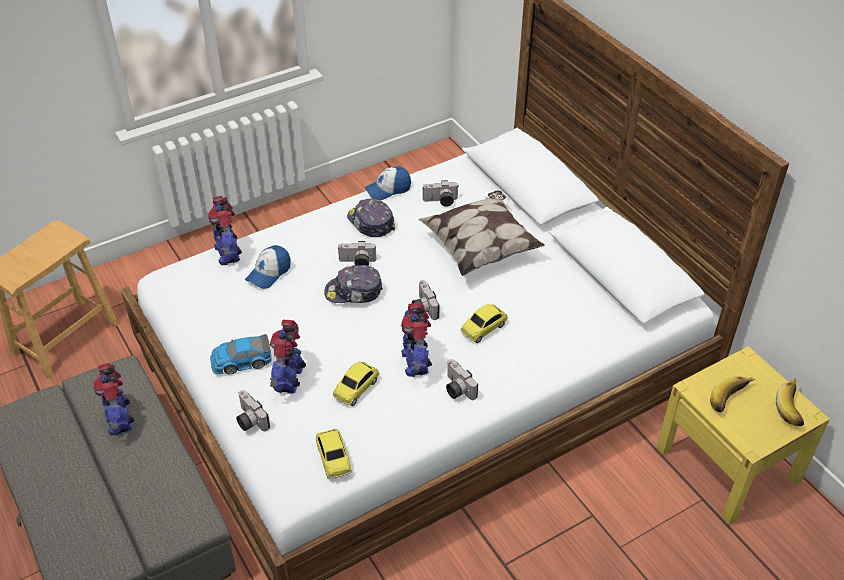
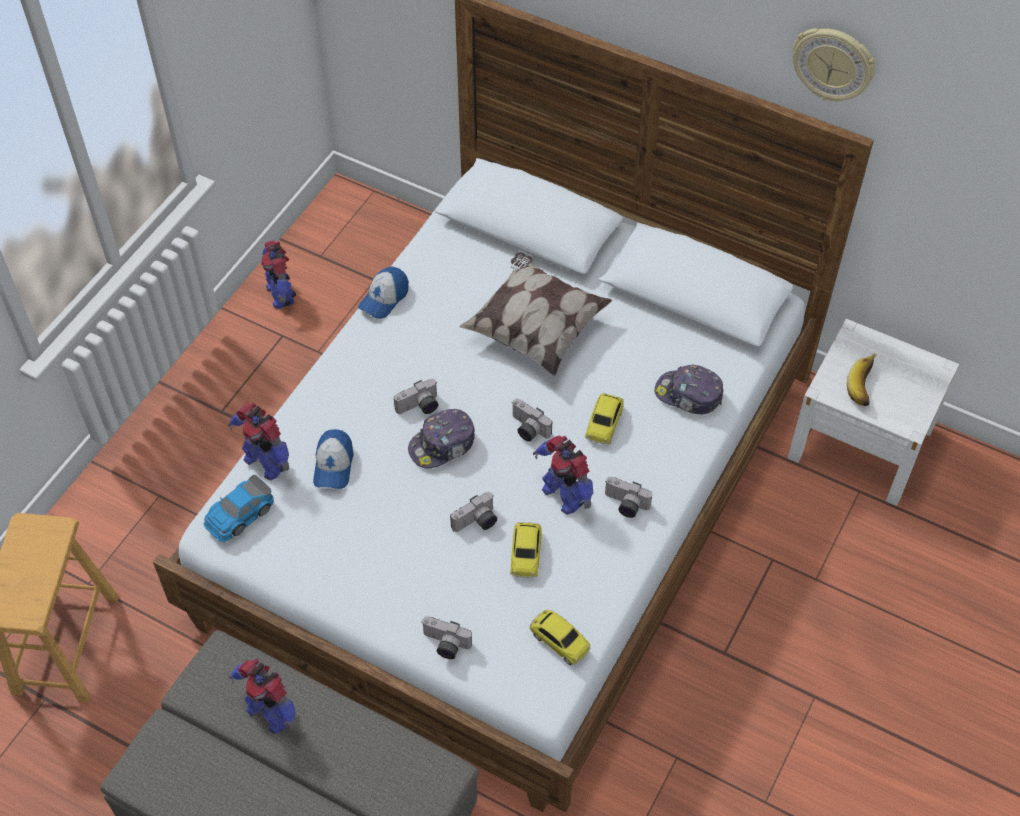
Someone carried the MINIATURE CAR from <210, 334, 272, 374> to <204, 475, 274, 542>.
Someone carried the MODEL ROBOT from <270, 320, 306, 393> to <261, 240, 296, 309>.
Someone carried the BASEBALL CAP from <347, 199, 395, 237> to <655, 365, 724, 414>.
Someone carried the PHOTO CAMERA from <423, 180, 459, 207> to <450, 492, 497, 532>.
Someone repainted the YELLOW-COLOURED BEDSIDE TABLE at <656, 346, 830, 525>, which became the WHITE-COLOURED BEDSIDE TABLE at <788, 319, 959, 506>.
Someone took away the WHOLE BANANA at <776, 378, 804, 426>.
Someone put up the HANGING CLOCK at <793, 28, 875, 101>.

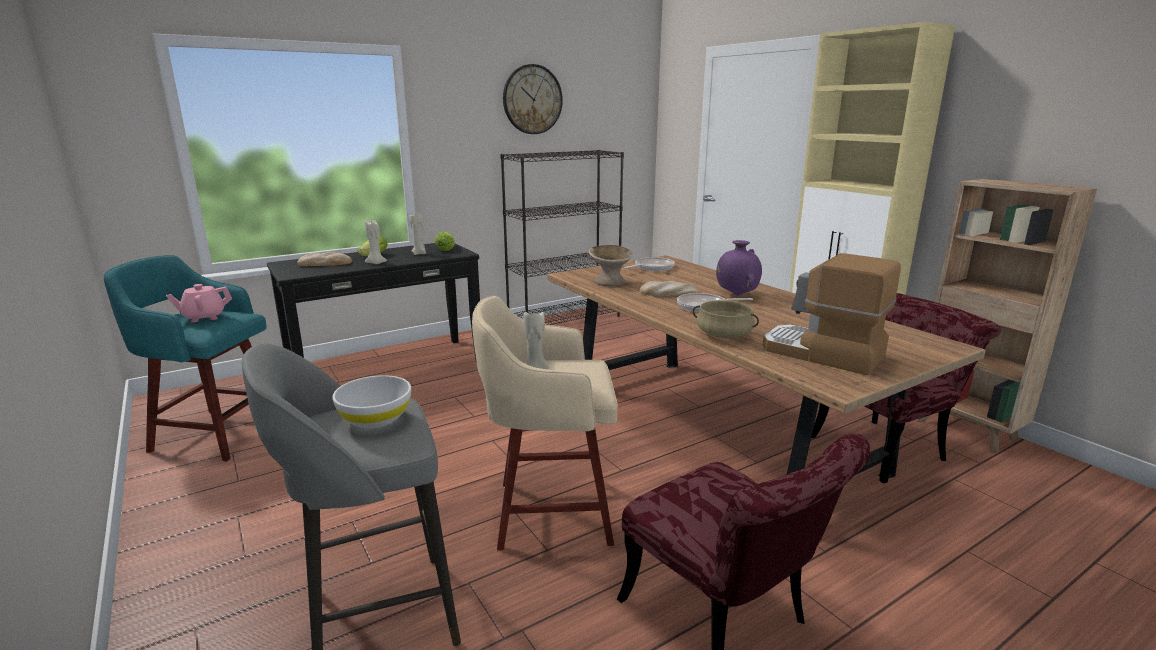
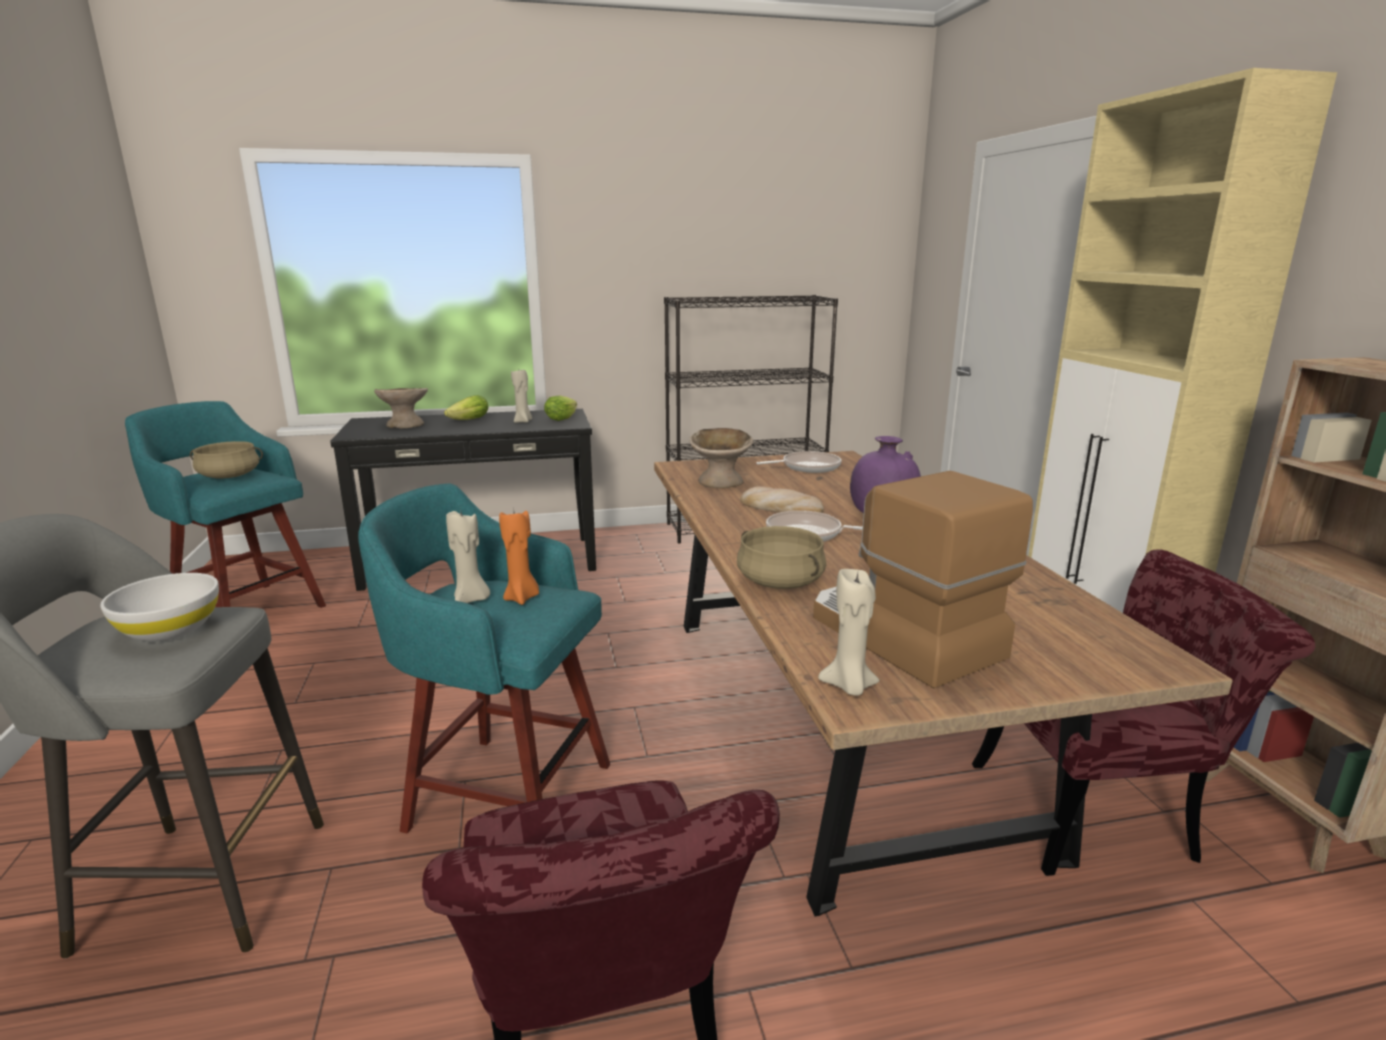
Someone swapped the PINK-COLOURED TEAPOT at <166, 284, 232, 323> for the BEIGE COOKING POT at <190, 441, 263, 479>.
Someone swapped the BREAD at <298, 252, 352, 266> for the BEIGE SERVING BOWL at <374, 388, 428, 429>.
Someone carried the BEIGE WAX CANDLE from <365, 220, 387, 264> to <818, 569, 880, 696>.
Someone repainted the BEIGE STOOL SEAT at <472, 295, 618, 550>, which became the TURQUOISE STOOL SEAT at <358, 484, 610, 833>.
Someone took away the HANGING CLOCK at <503, 64, 563, 134>.
Someone put down the ORANGE-COLOURED WAX CANDLE at <499, 507, 539, 605>.

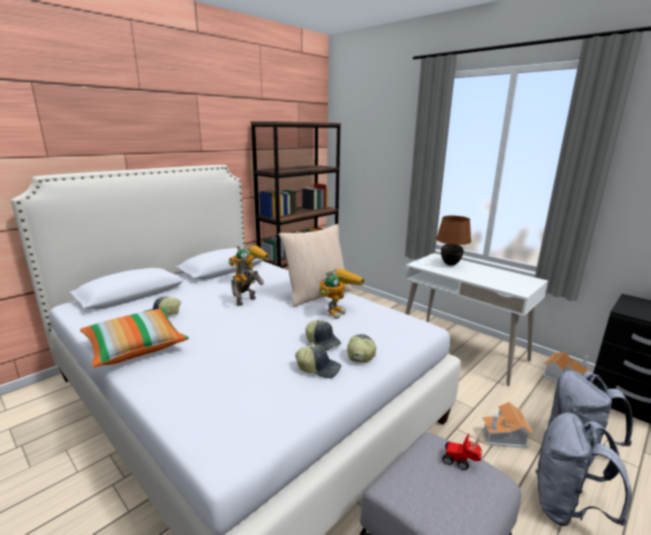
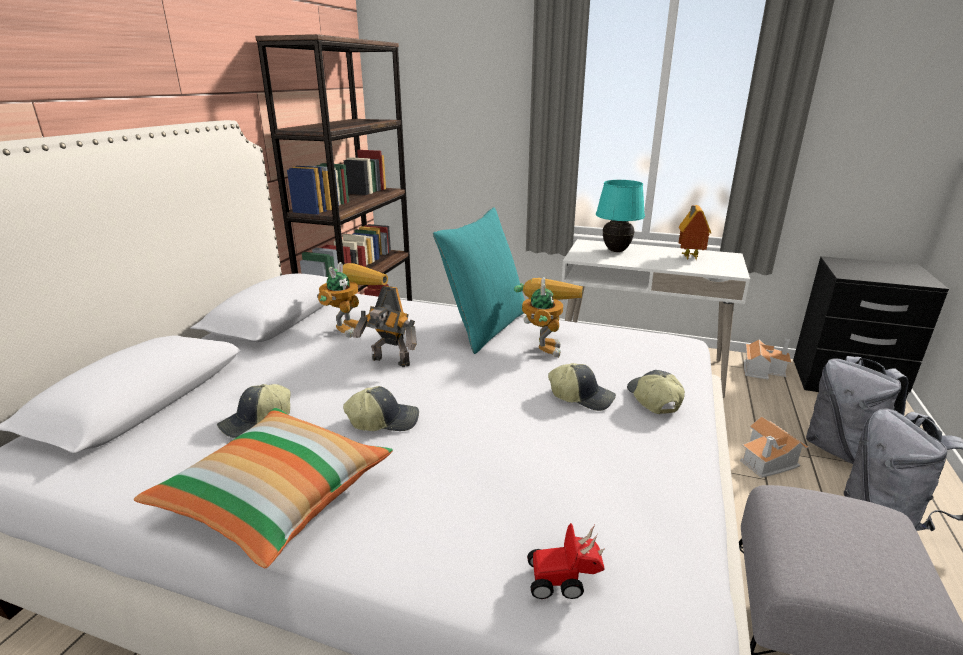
Someone rotated the MODEL ROBOT at <231, 259, 264, 306> by 105 degrees clockwise.
Someone repainted the BEIGE CUSHION at <279, 224, 352, 307>, which became the TURQUOISE CUSHION at <433, 207, 525, 354>.
Someone carried the BASEBALL CAP from <295, 345, 342, 378> to <343, 386, 419, 431>.
Someone repainted the BROWN-COLOURED LAMP FOR A TABLE at <436, 216, 471, 265>, which became the TURQUOISE LAMP FOR A TABLE at <596, 180, 645, 252>.
Someone carried the MINIATURE CAR from <442, 434, 483, 470> to <527, 523, 605, 599>.
Someone put down the TOY HOUSE at <678, 205, 711, 260>.

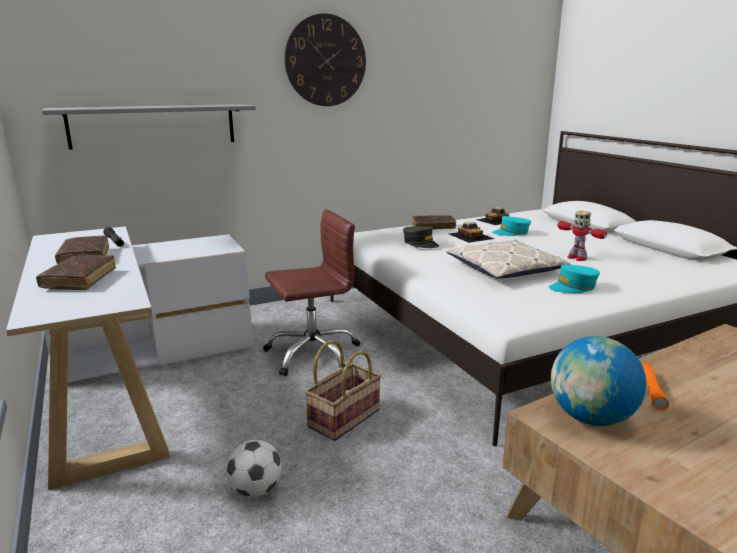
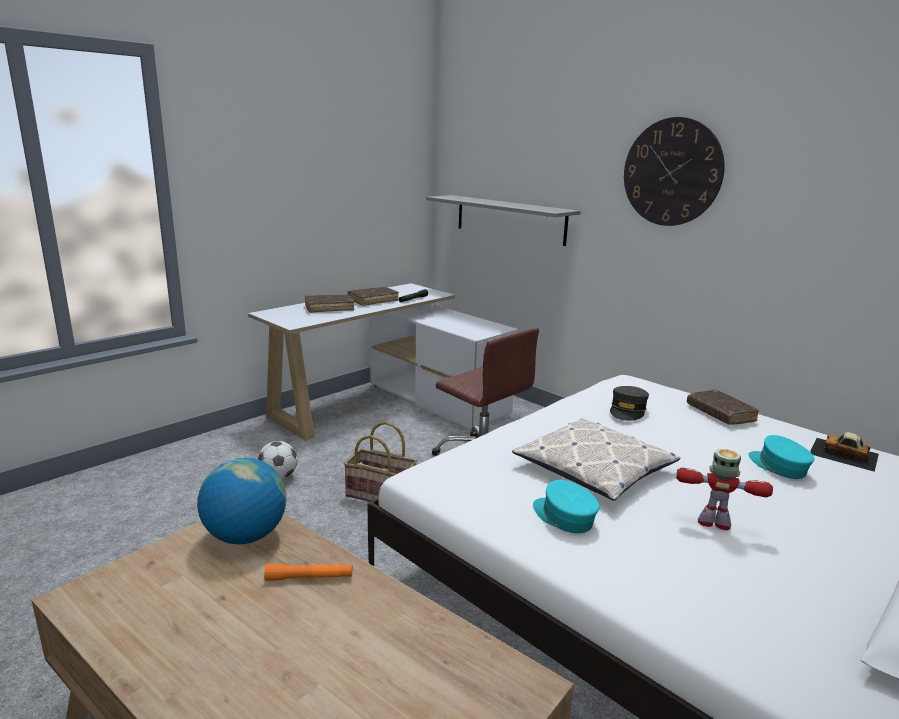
Someone took away the MINIATURE CAR at <449, 222, 494, 243>.
Someone rotated the MODEL ROBOT at <557, 211, 607, 261> by 75 degrees clockwise.

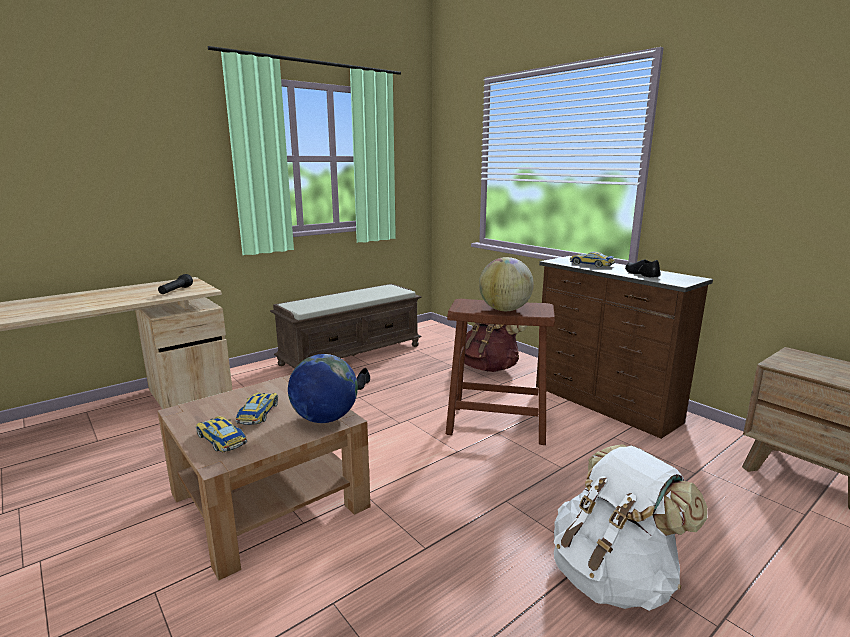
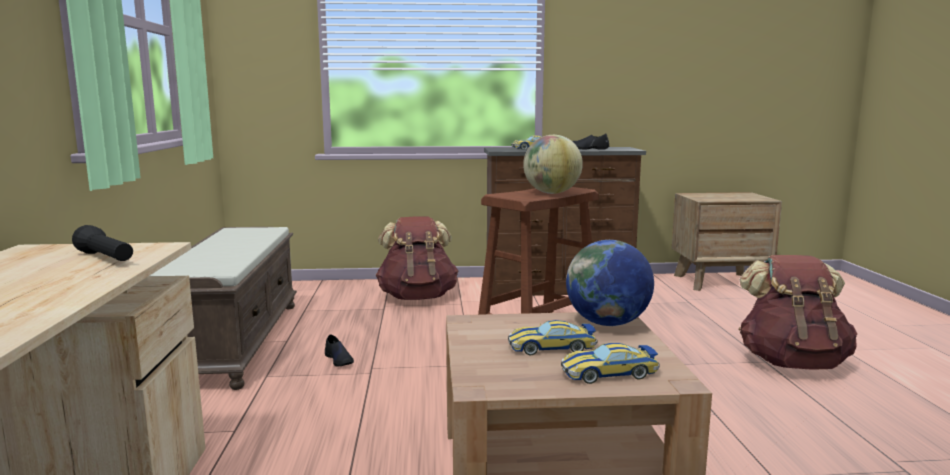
Someone rotated the MINIATURE CAR at <235, 392, 278, 425> by 45 degrees counterclockwise.
Someone repainted the WHITE-COLOURED RUCKSACK at <554, 444, 707, 611>, which became the BROWN-COLOURED RUCKSACK at <739, 255, 857, 370>.

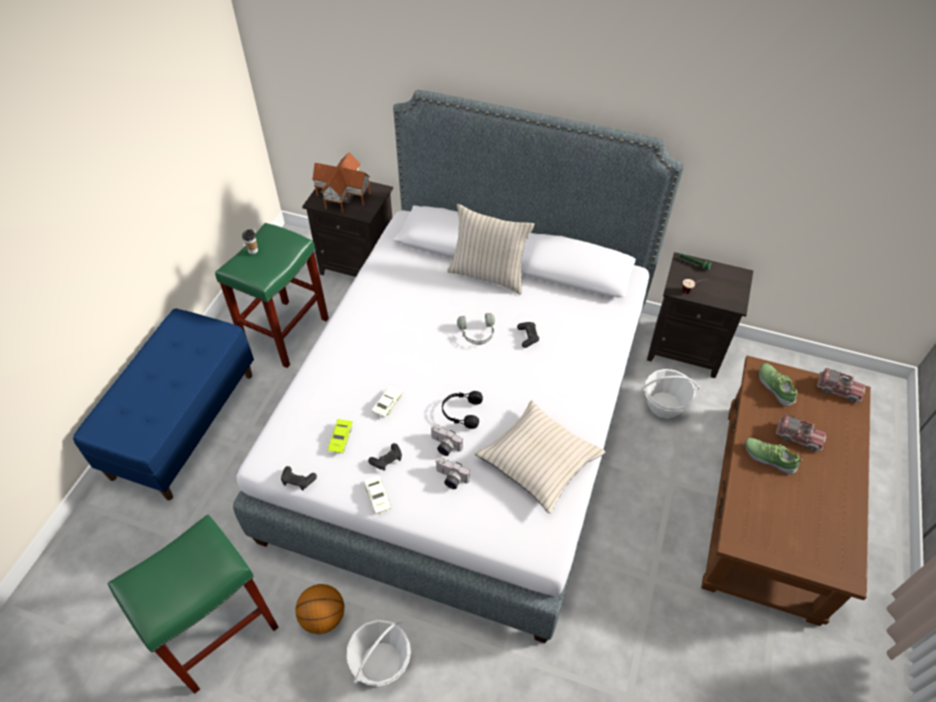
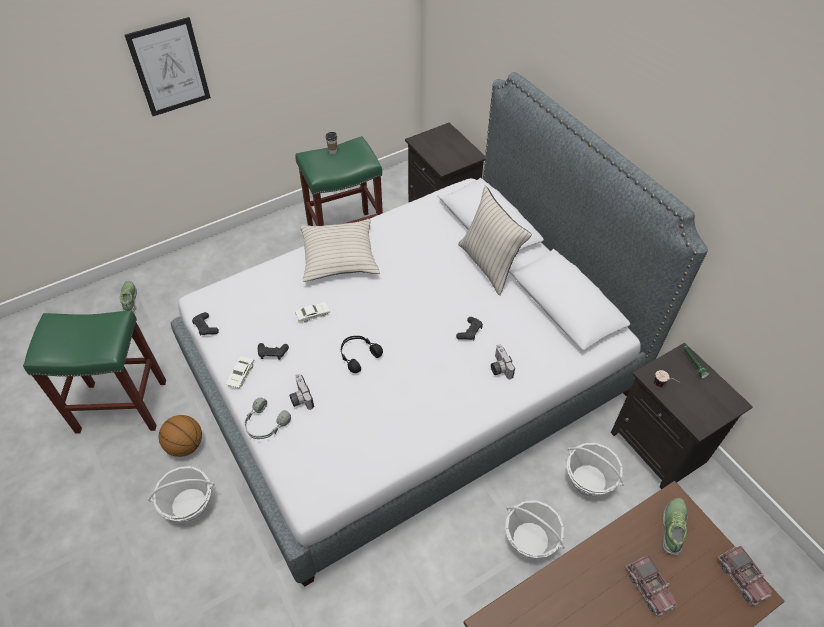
Someone took away the BLUE LONG SEAT at <73, 308, 254, 500>.
Someone took away the TOY HOUSE at <312, 152, 371, 213>.
Someone took away the GREEN-COLOURED MINIATURE CAR at <328, 419, 353, 453>.
Someone carried the PHOTO CAMERA from <430, 425, 463, 456> to <491, 344, 515, 379>.
Someone carried the GREYISH HEADPHONES from <457, 313, 495, 345> to <245, 398, 291, 439>.
Someone carried the BEIGE CUSHION from <474, 400, 606, 514> to <300, 219, 380, 282>.
Someone carried the LOW SHOE from <745, 438, 803, 474> to <120, 281, 137, 312>.
Someone put up the WALL PICTURE at <125, 17, 211, 116>.
Someone put down the STORAGE BASKET at <505, 500, 565, 559>.

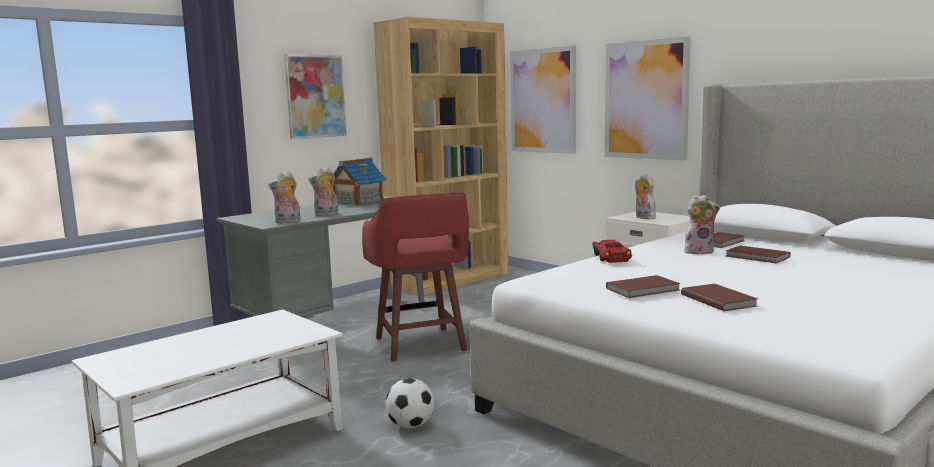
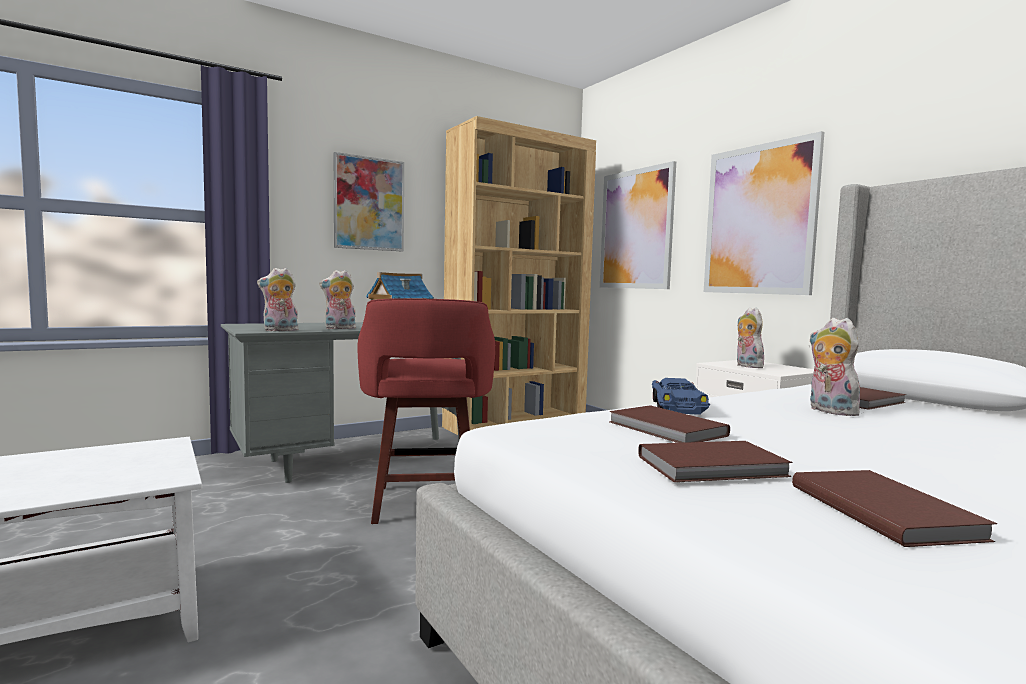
Someone took away the BALL FOR FOOTBALL at <385, 378, 434, 428>.
Someone repainted the REDDISH MINIATURE CAR at <592, 240, 632, 263>, which became the BLUE MINIATURE CAR at <652, 378, 710, 415>.
Someone rotated the CUDDLY TOY at <684, 195, 720, 255> by 120 degrees counterclockwise.
Someone carried the BROWN-COLOURED BOUND BOOK from <726, 245, 791, 264> to <609, 405, 730, 443>.

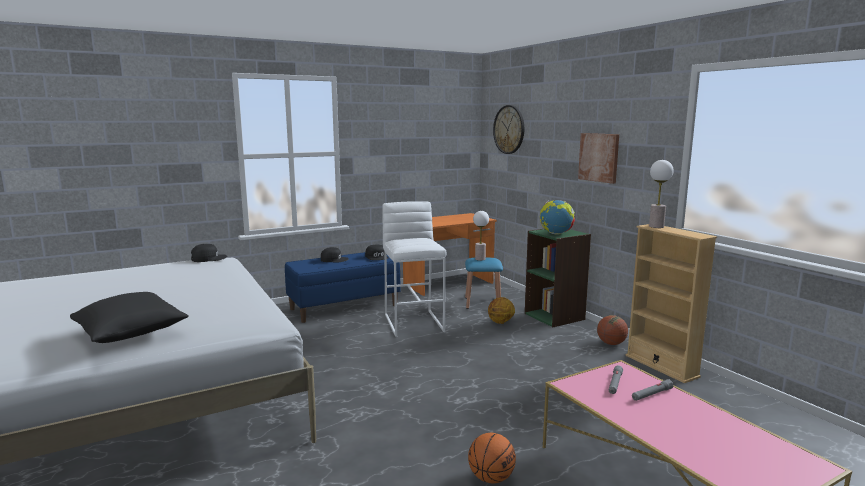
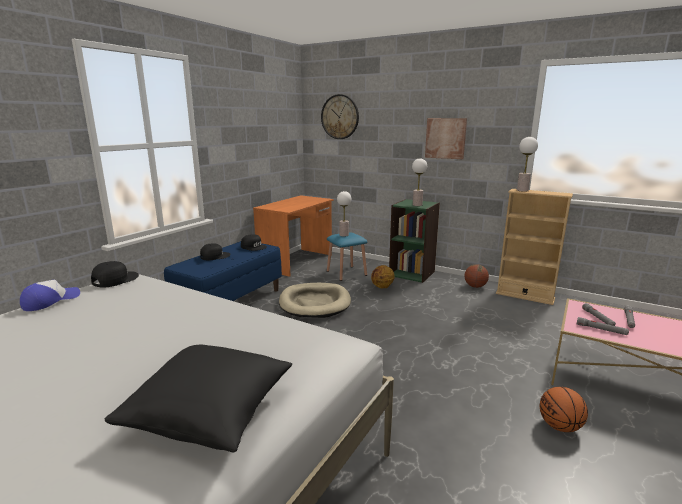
Someone swapped the WHITE-COLOURED STOOL SEAT at <382, 201, 446, 337> for the BEIGE DOG CUSHION at <279, 283, 351, 318>.
Someone swapped the WORLD GLOBE at <540, 200, 575, 234> for the LAMP FOR A TABLE at <412, 158, 427, 206>.
Someone put down the BASEBALL CAP at <20, 280, 80, 311>.
Someone put down the GREYISH TORCH at <577, 317, 629, 335>.

